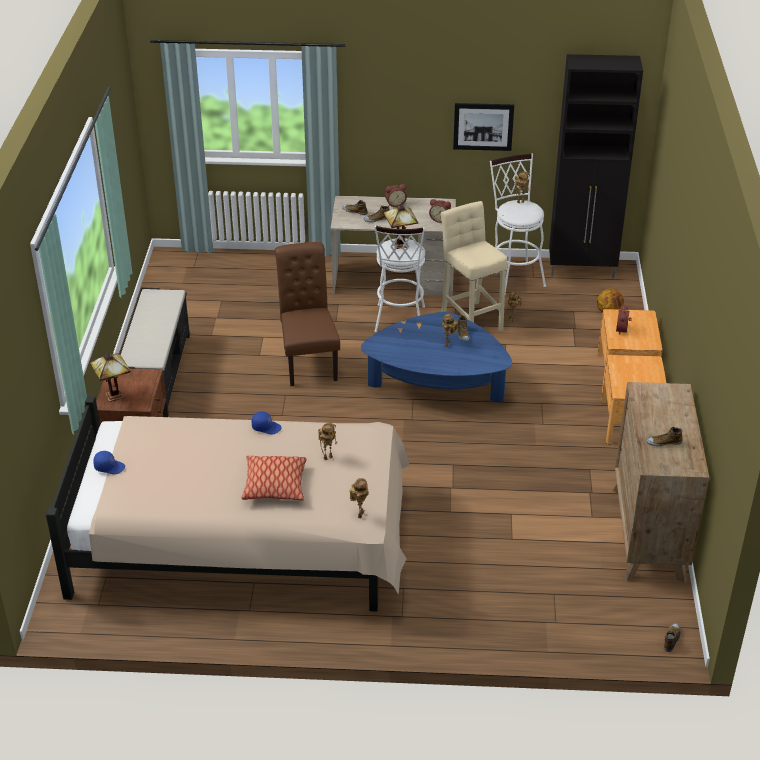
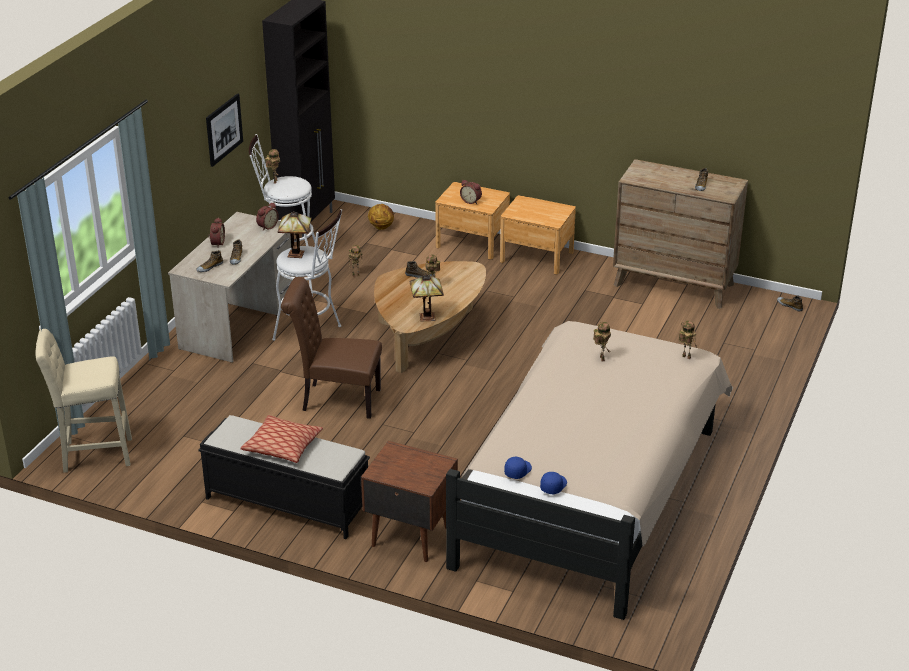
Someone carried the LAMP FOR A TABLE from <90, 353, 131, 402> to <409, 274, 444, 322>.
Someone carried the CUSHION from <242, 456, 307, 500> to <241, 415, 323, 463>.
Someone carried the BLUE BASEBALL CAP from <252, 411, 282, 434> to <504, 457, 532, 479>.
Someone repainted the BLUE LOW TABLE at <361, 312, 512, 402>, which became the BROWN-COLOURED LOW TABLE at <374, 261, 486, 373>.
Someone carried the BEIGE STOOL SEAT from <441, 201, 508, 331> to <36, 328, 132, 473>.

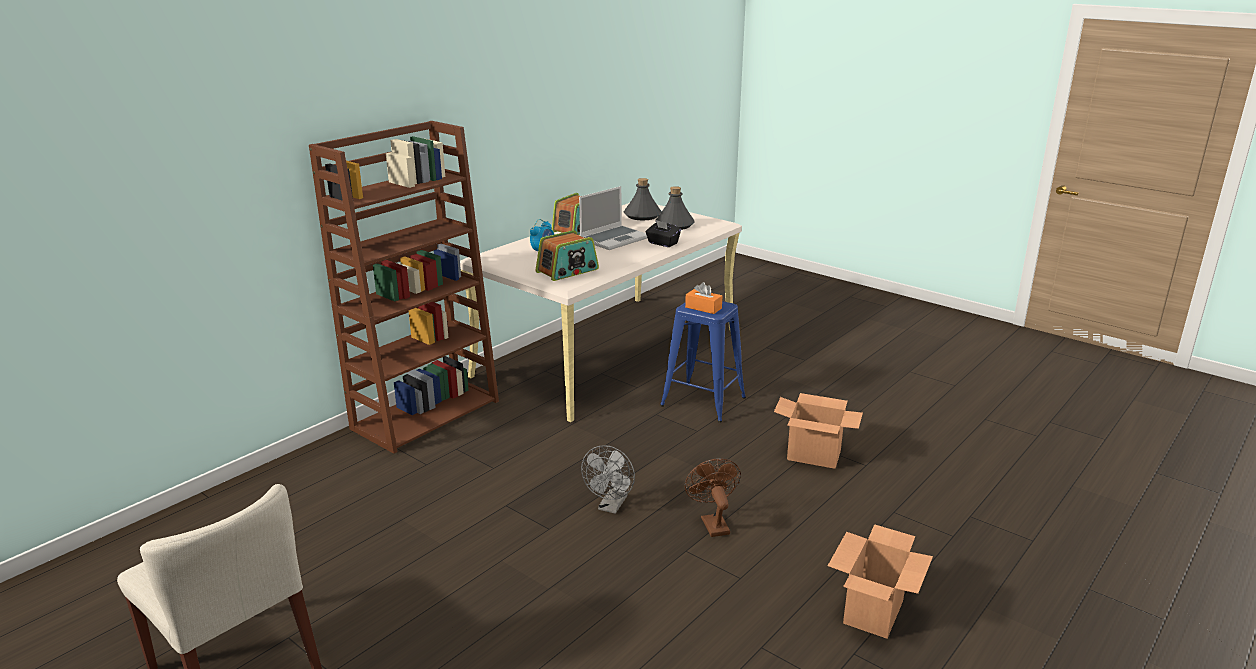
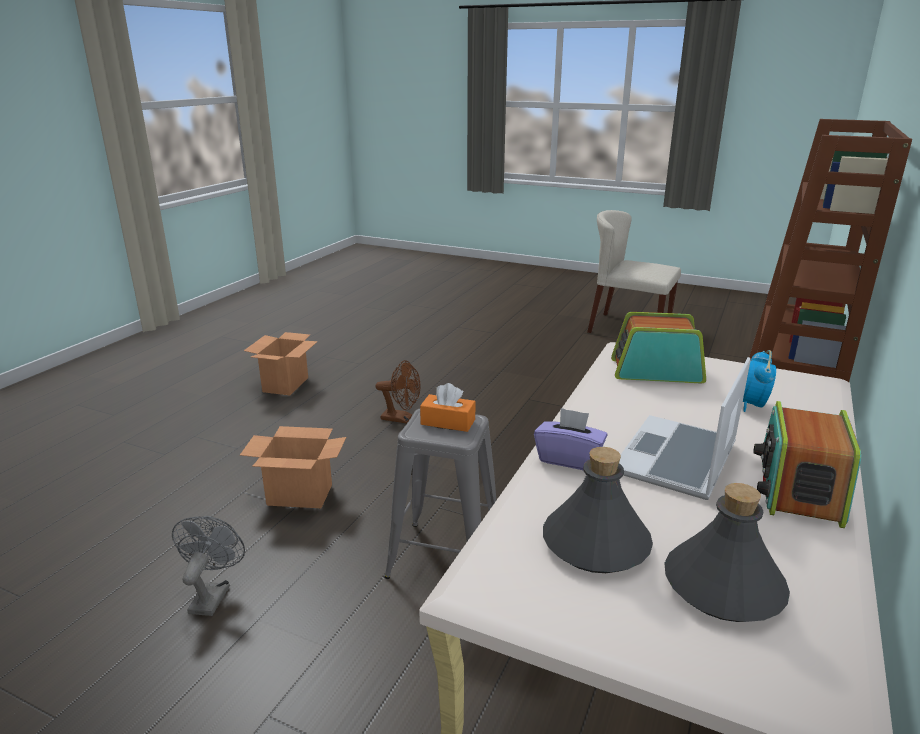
Someone rotated the RADIO at <535, 230, 599, 281> by 60 degrees clockwise.
Someone carried the GREYISH ELECTRIC FAN from <581, 445, 635, 514> to <172, 516, 245, 616>.
Someone repainted the BLACK-COLOURED TISSUE HOLDER at <646, 220, 681, 247>, which became the PURPLISH TISSUE HOLDER at <534, 408, 608, 470>.
Someone repainted the BLUE STOOL SEAT at <660, 301, 746, 422>, which became the GREYISH STOOL SEAT at <384, 409, 496, 579>.
Someone rotated the BROWN-COLOURED ELECTRIC FAN at <685, 458, 741, 537> by 45 degrees counterclockwise.

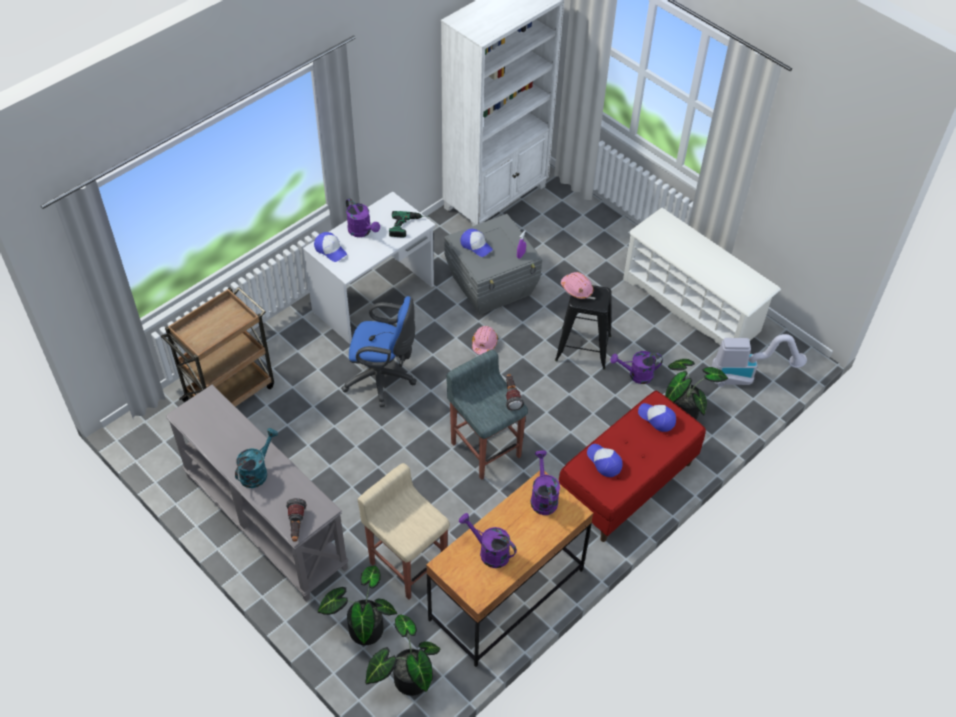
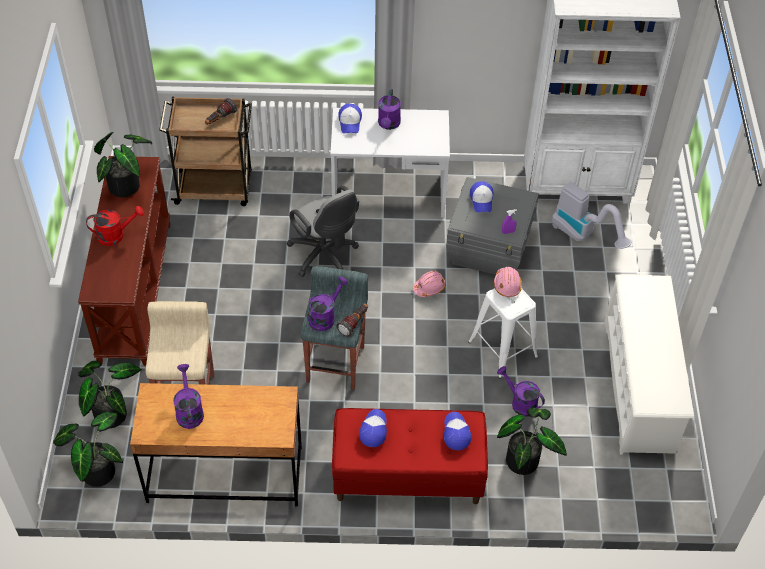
Someone repainted the GREYISH NARROW TABLE at <166, 385, 349, 602>, which became the BROWN-COLOURED NARROW TABLE at <78, 156, 170, 366>.
Someone repainted the TURQUOISE WATERING CAN at <235, 428, 278, 488>, which became the REDDISH WATERING CAN at <86, 206, 144, 246>.
Someone carried the TORCH from <286, 498, 307, 541> to <205, 98, 237, 125>.
Someone repainted the BLUE OFFICE CHAIR at <341, 296, 417, 407>, which became the GREYISH OFFICE CHAIR at <287, 186, 359, 277>.
Someone took away the DRILL at <389, 211, 427, 238>.
Someone carried the PURPLISH WATERING CAN from <531, 450, 560, 515> to <307, 277, 348, 331>.
Someone repainted the BLACK-COLOURED STOOL SEAT at <555, 285, 611, 370>, which became the WHITE-COLOURED STOOL SEAT at <468, 288, 538, 379>.
Someone carried the VACUUM from <711, 334, 807, 387> to <552, 182, 632, 249>.
Someone put down the POTTED PLANT at <94, 132, 152, 197>.

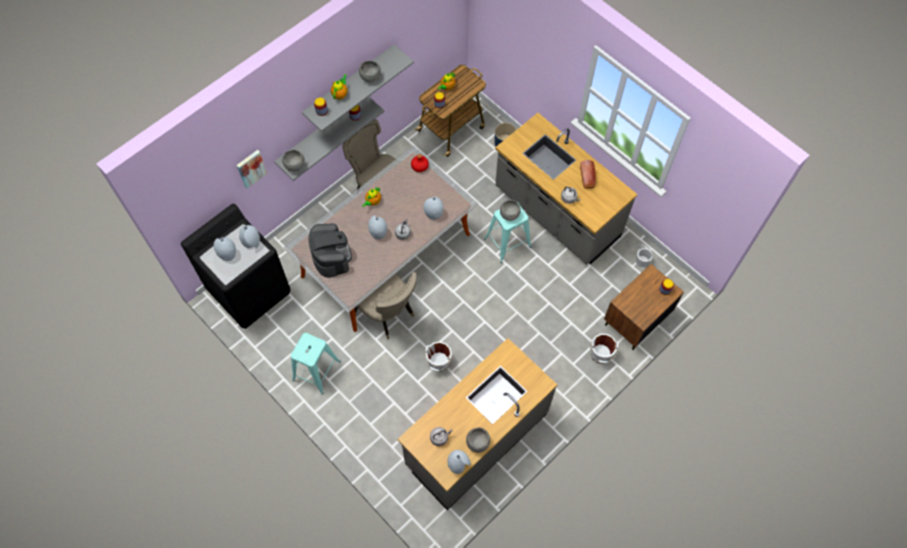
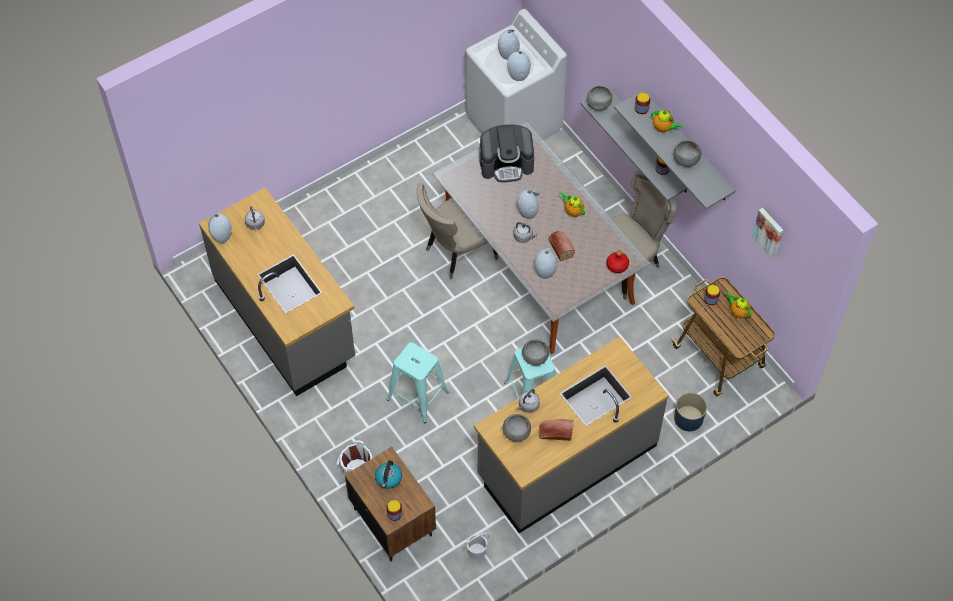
Someone repainted the BLACK-COLOURED LAUNDRY MACHINE at <181, 204, 291, 329>, which became the WHITE-COLOURED LAUNDRY MACHINE at <466, 9, 567, 140>.
Someone carried the WALL PICTURE from <237, 150, 267, 189> to <752, 208, 783, 259>.
Someone carried the TURQUOISE STOOL SEAT from <291, 333, 341, 394> to <387, 342, 449, 423>.
Someone took away the WHITE-COLOURED BUCKET at <424, 342, 452, 372>.
Someone carried the GREYISH SERVING BOWL from <466, 427, 490, 453> to <503, 414, 531, 442>.
Someone put down the KETTLE at <375, 461, 402, 489>.
Someone put down the BREAD at <548, 231, 575, 261>.

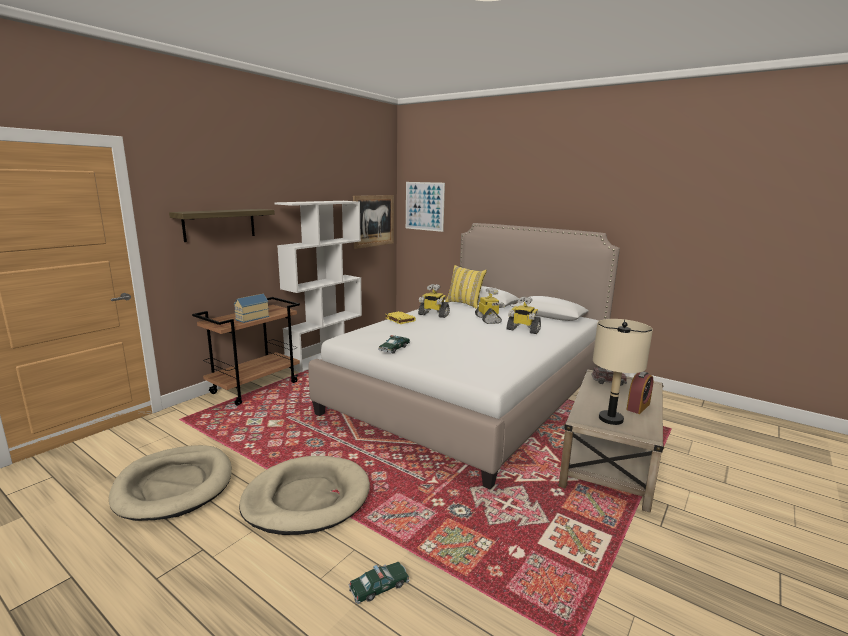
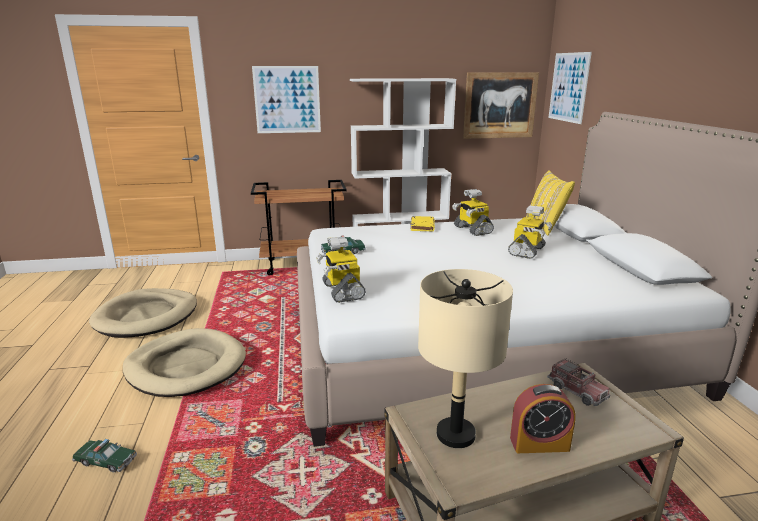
Someone swapped the BRACKET SHELF at <169, 209, 275, 242> for the WALL PICTURE at <252, 66, 321, 133>.
Someone took away the TOY HOUSE at <234, 294, 269, 323>.
Someone carried the MODEL ROBOT from <506, 296, 541, 334> to <316, 237, 366, 303>.

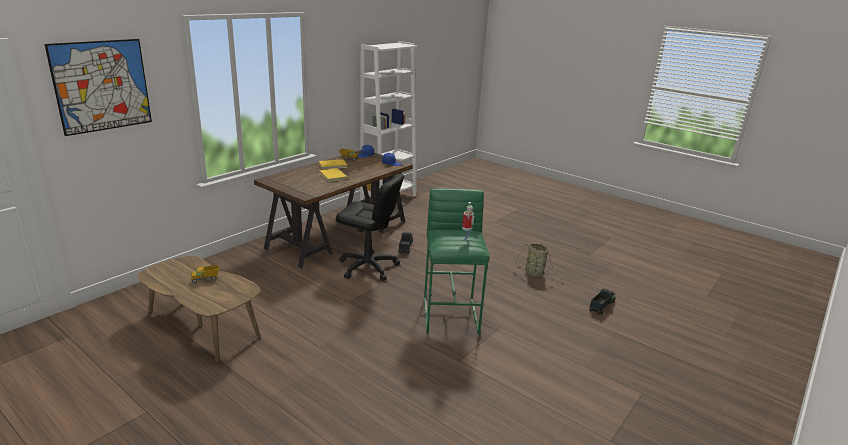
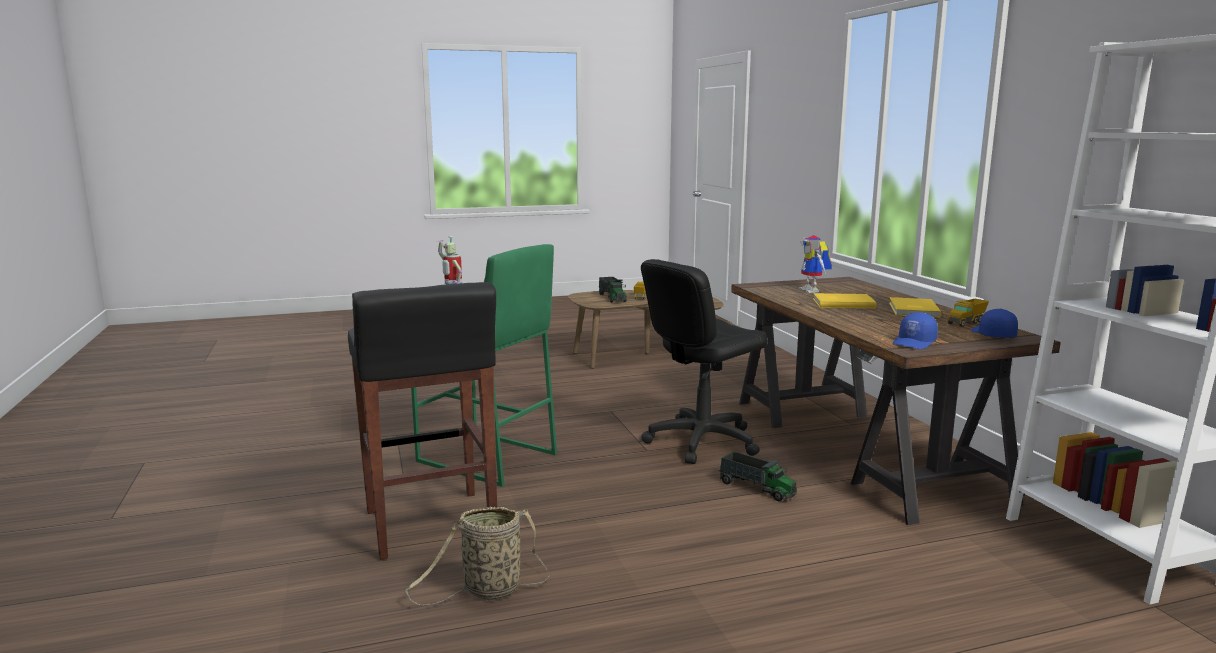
Someone took away the WALL PICTURE at <44, 39, 152, 136>.
Someone carried the TOY TRUCK from <589, 288, 615, 315> to <599, 277, 627, 303>.
Someone put down the BLACK-COLOURED STOOL SEAT at <348, 282, 497, 560>.
Someone put down the MODEL ROBOT at <799, 235, 832, 293>.

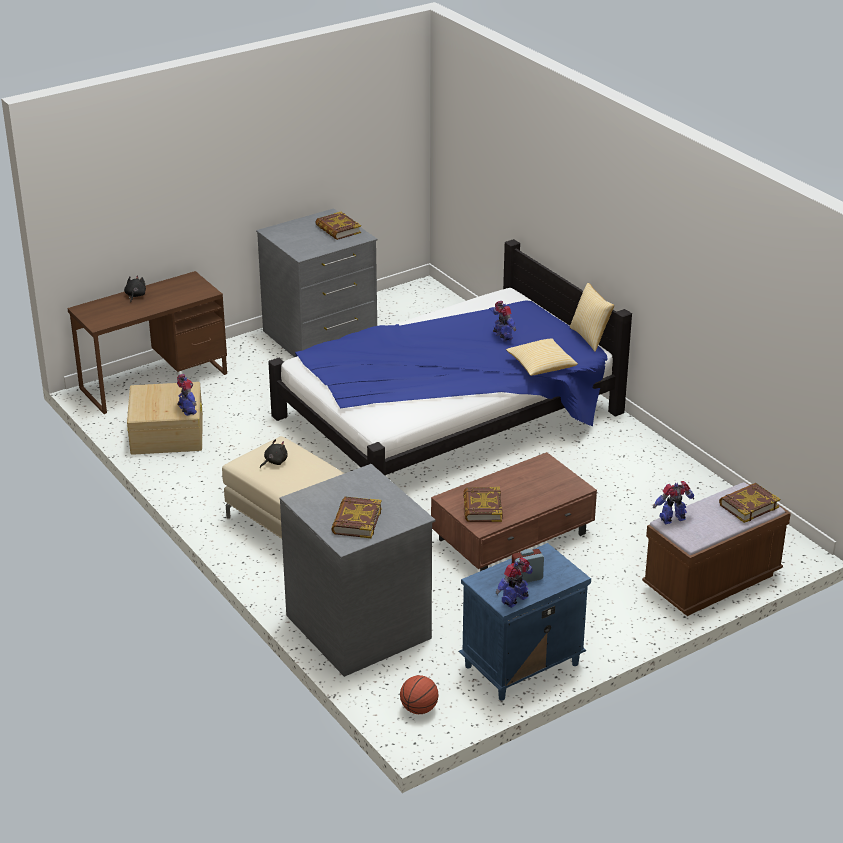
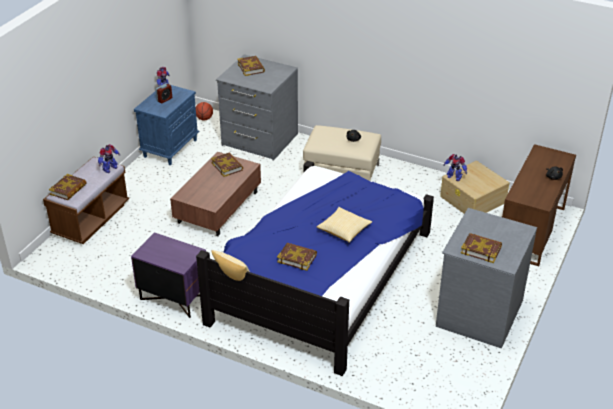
Someone swapped the MODEL ROBOT at <493, 301, 516, 341> for the BOUND BOOK at <277, 243, 317, 271>.
Someone carried the CUSHION from <506, 339, 578, 376> to <317, 207, 372, 243>.
Someone put down the PURPLISH BEDSIDE TABLE at <131, 232, 206, 318>.

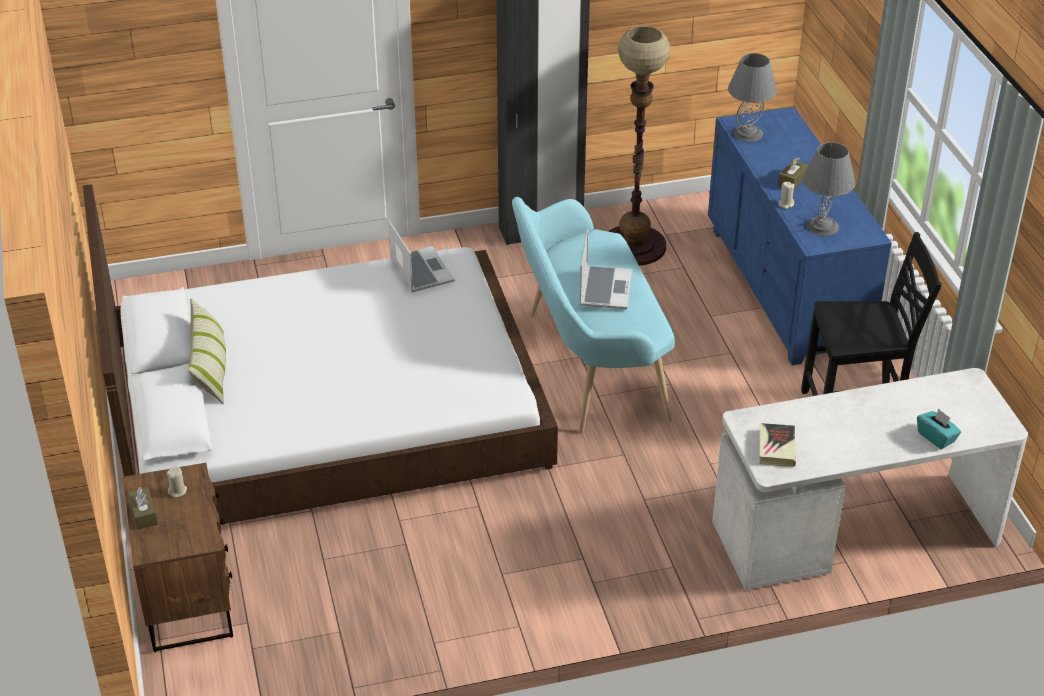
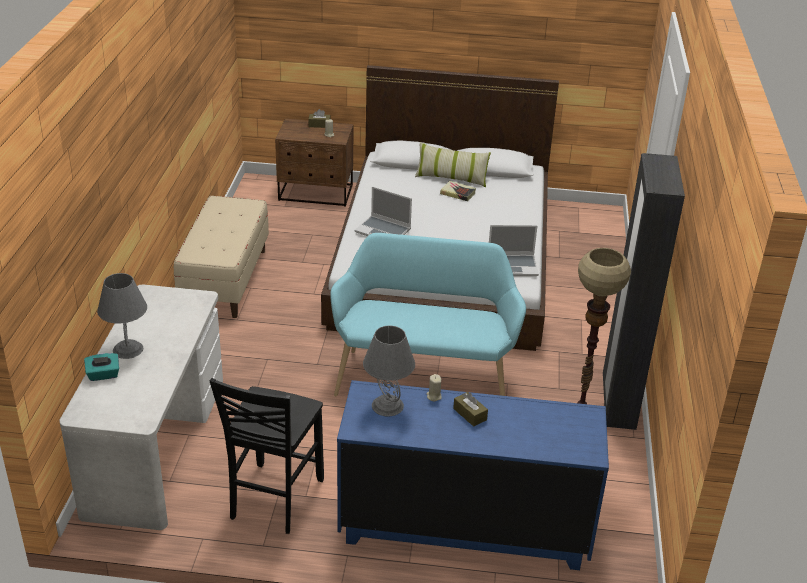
Someone carried the PORTABLE COMPUTER from <579, 228, 632, 309> to <355, 186, 412, 236>.
Someone carried the GREYISH LAMP FOR A TABLE from <728, 53, 777, 142> to <97, 273, 147, 359>.
Someone carried the BOUND BOOK from <759, 423, 796, 467> to <440, 181, 476, 201>.
Someone put down the BEIGE LONG SEAT at <174, 196, 269, 318>.

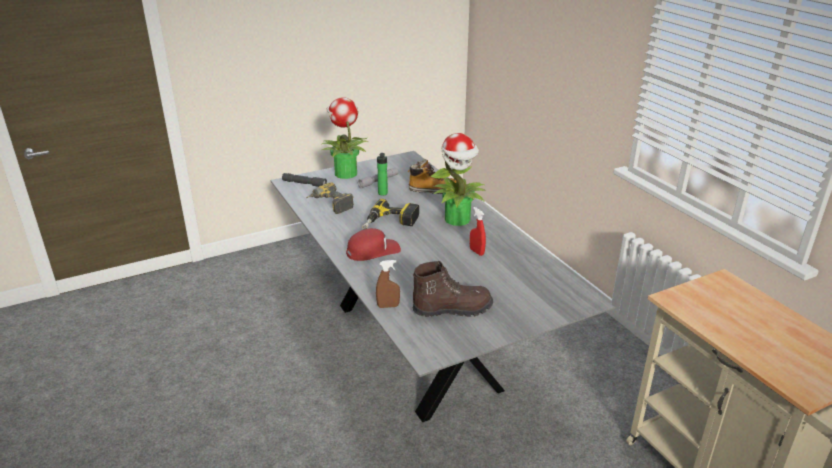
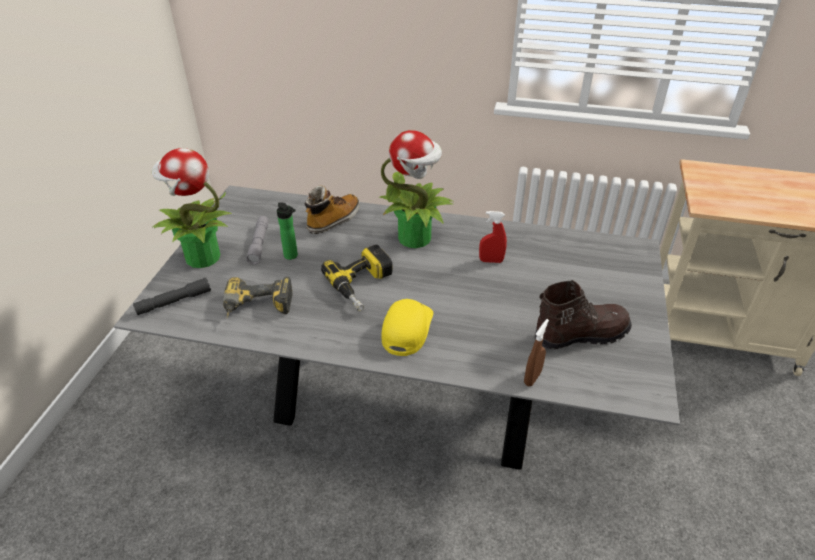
Someone repainted the REDDISH BASEBALL CAP at <346, 228, 401, 261>, which became the YELLOW-COLOURED BASEBALL CAP at <381, 299, 433, 356>.
Someone rotated the BROWN-COLOURED TALL BOOT at <412, 261, 493, 317> by 45 degrees clockwise.

